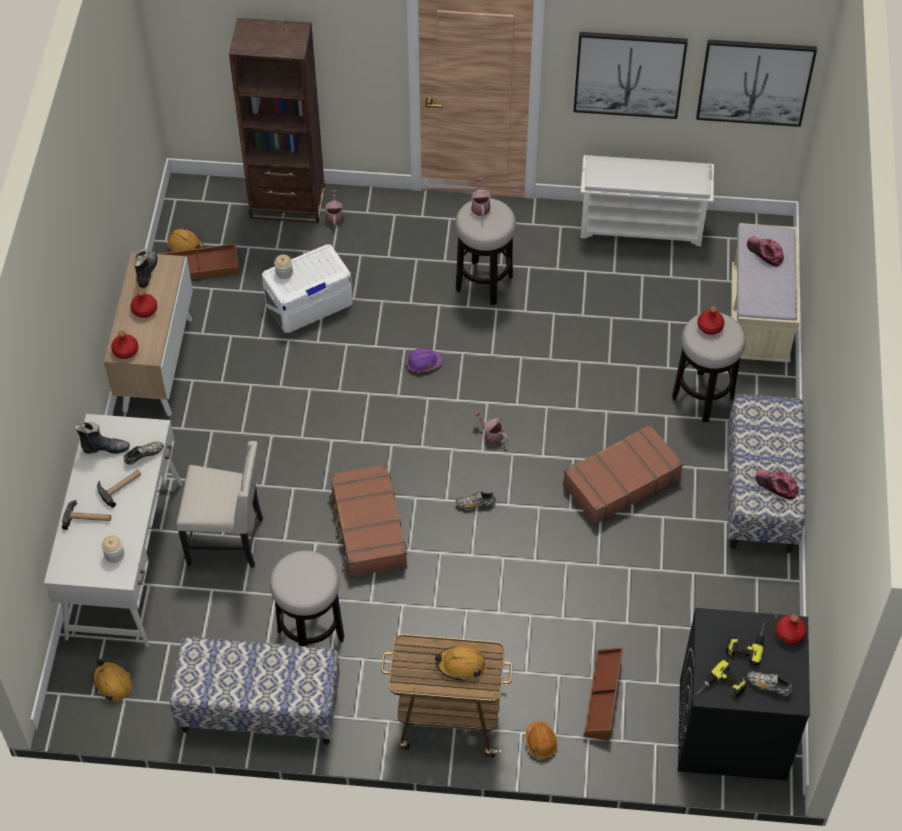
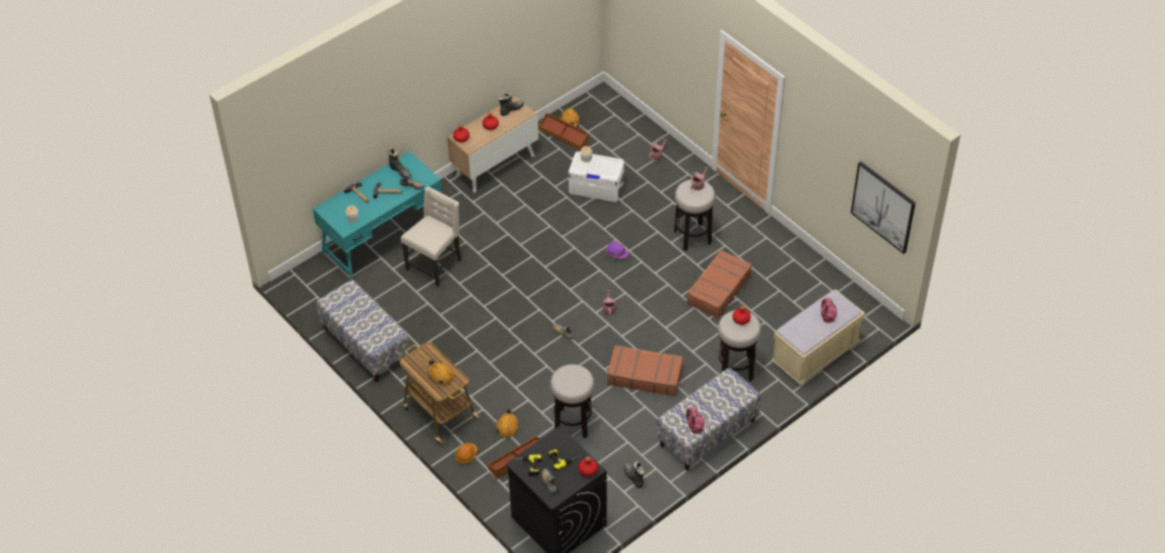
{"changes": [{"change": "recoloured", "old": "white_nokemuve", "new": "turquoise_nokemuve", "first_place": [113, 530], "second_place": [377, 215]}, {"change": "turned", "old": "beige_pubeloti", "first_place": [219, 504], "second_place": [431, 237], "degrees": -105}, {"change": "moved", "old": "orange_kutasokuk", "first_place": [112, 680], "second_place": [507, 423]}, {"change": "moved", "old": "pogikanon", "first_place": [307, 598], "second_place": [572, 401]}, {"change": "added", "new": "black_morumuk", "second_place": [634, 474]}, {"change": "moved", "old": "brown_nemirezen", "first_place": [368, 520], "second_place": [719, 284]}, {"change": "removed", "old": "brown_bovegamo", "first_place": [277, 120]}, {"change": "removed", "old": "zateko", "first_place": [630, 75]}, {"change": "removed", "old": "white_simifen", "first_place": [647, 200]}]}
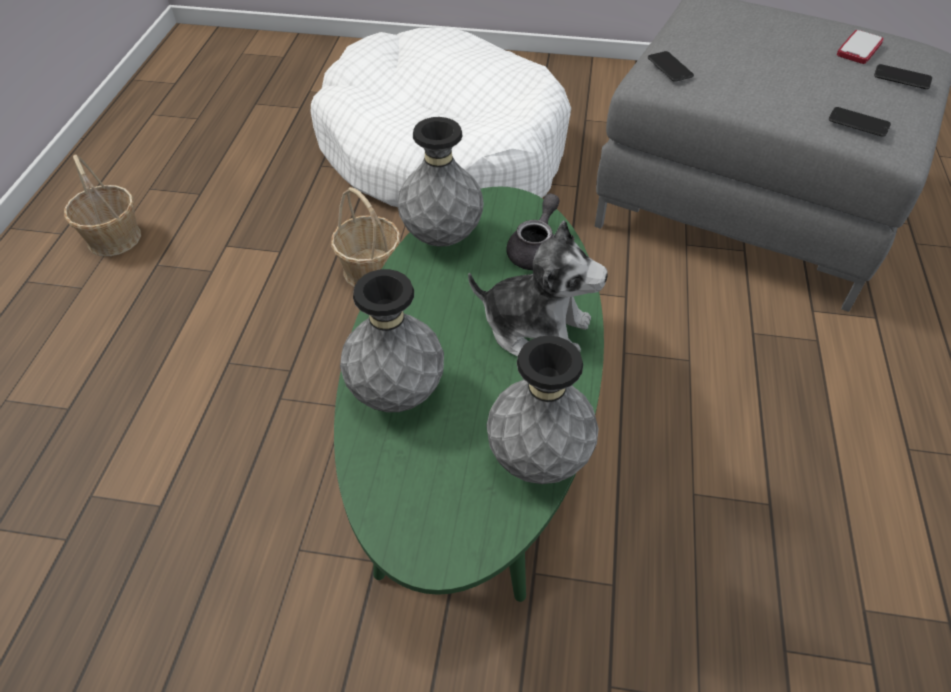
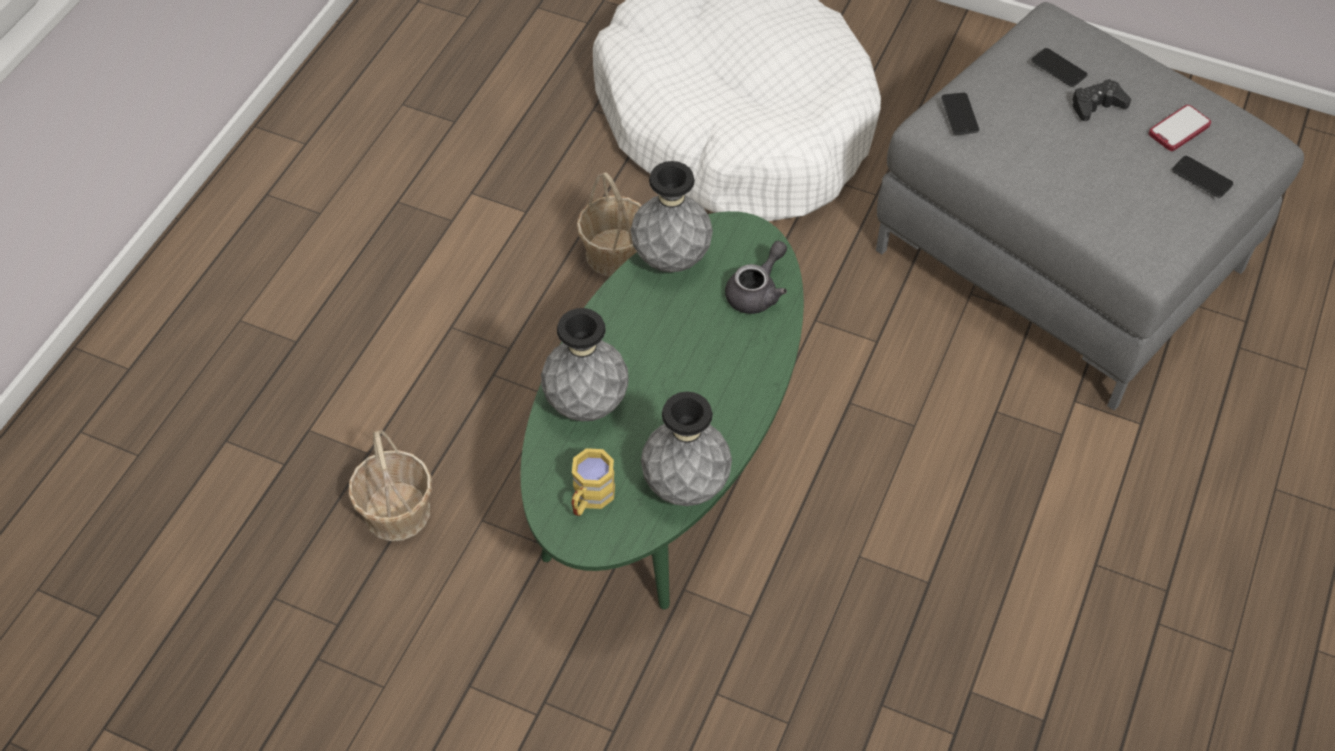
{"changes": [{"change": "moved", "old": "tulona", "first_place": [102, 205], "second_place": [390, 485]}, {"change": "added", "new": "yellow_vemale", "second_place": [593, 482]}, {"change": "moved", "old": "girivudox", "first_place": [860, 122], "second_place": [1059, 67]}, {"change": "added", "new": "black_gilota", "second_place": [1101, 100]}, {"change": "removed", "old": "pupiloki", "first_place": [538, 288]}]}
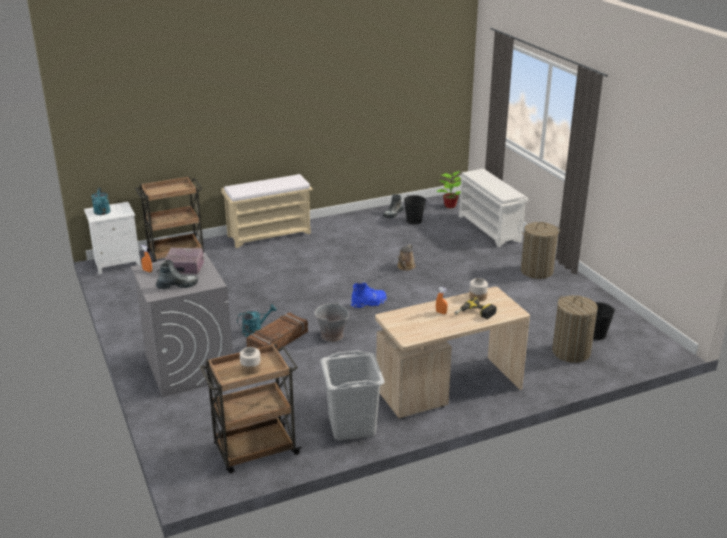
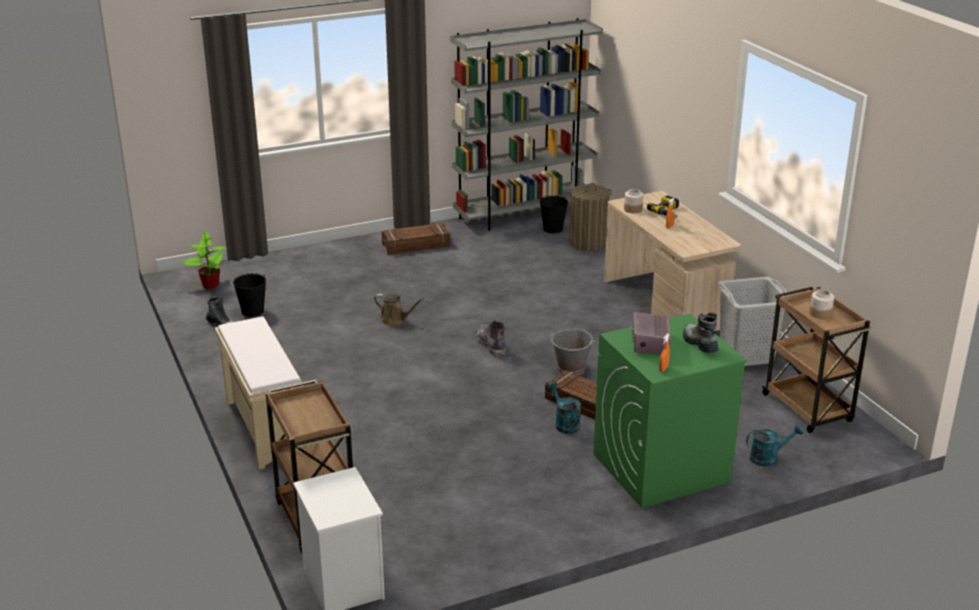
{"changes": [{"change": "replaced", "old": "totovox", "new": "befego", "first_place": [540, 250], "second_place": [416, 239]}, {"change": "added", "new": "grey_bovegamo", "second_place": [526, 124]}, {"change": "recoloured", "old": "blue_morumuk", "new": "grey_morumuk", "first_place": [369, 296], "second_place": [491, 338]}, {"change": "recoloured", "old": "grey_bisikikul", "new": "green_bisikikul", "first_place": [182, 324], "second_place": [670, 411]}, {"change": "moved", "old": "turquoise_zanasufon", "first_place": [101, 201], "second_place": [774, 445]}, {"change": "removed", "old": "white_simifen", "first_place": [493, 208]}]}
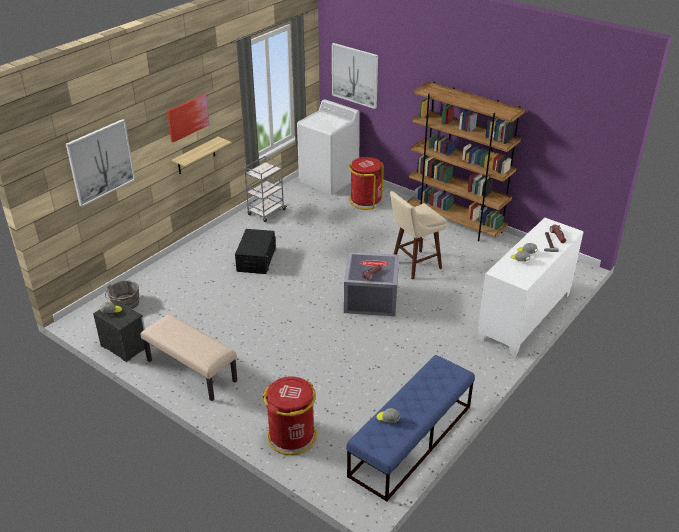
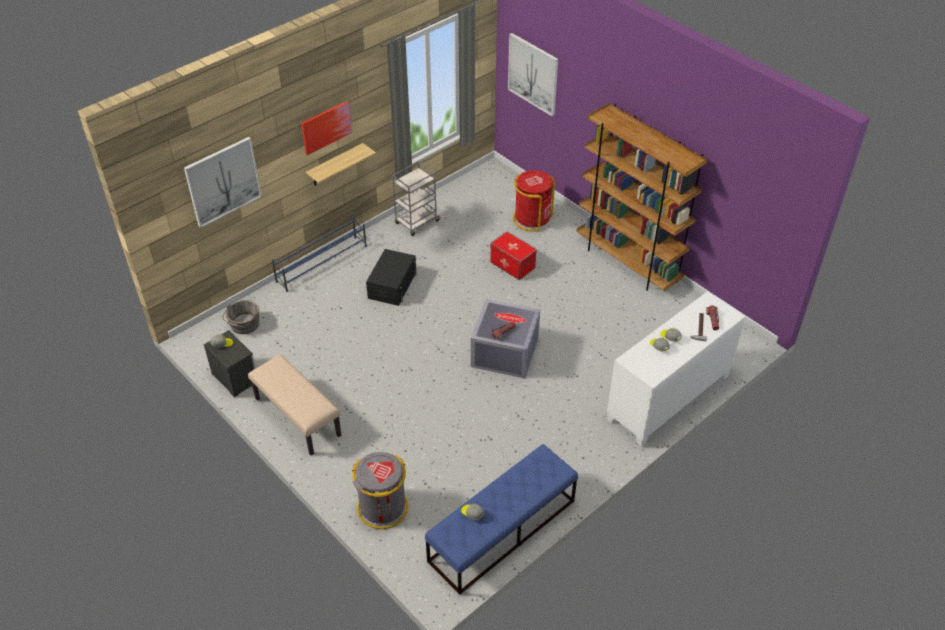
{"changes": [{"change": "added", "new": "blue_simifen", "second_place": [319, 254]}, {"change": "recoloured", "old": "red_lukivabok", "new": "grey_lukivabok", "first_place": [290, 415], "second_place": [380, 490]}, {"change": "added", "new": "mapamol", "second_place": [513, 255]}, {"change": "removed", "old": "white_bisikikul", "first_place": [328, 147]}, {"change": "removed", "old": "beige_pogikanon", "first_place": [418, 235]}]}
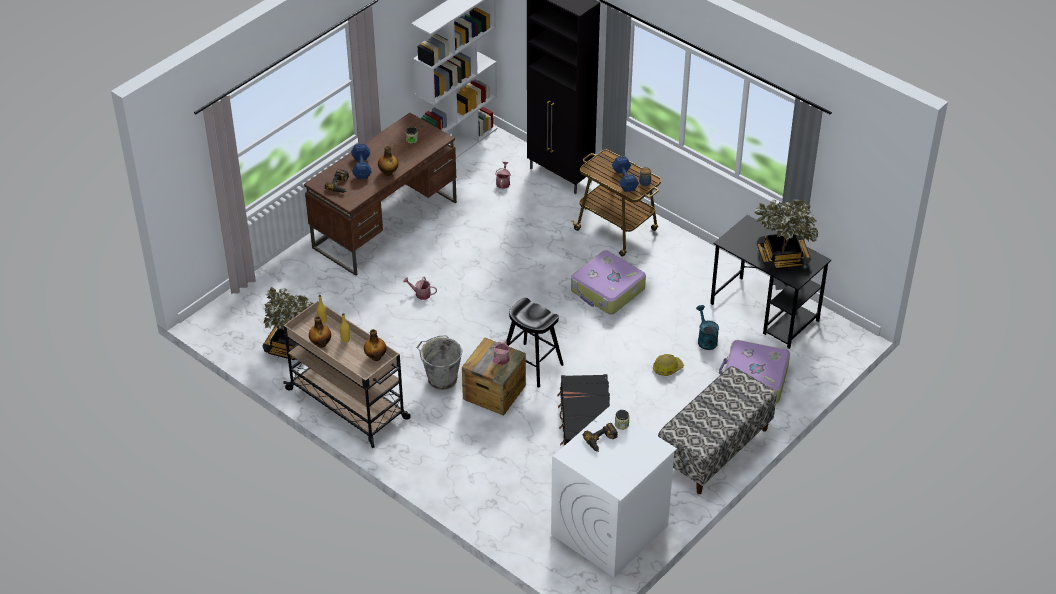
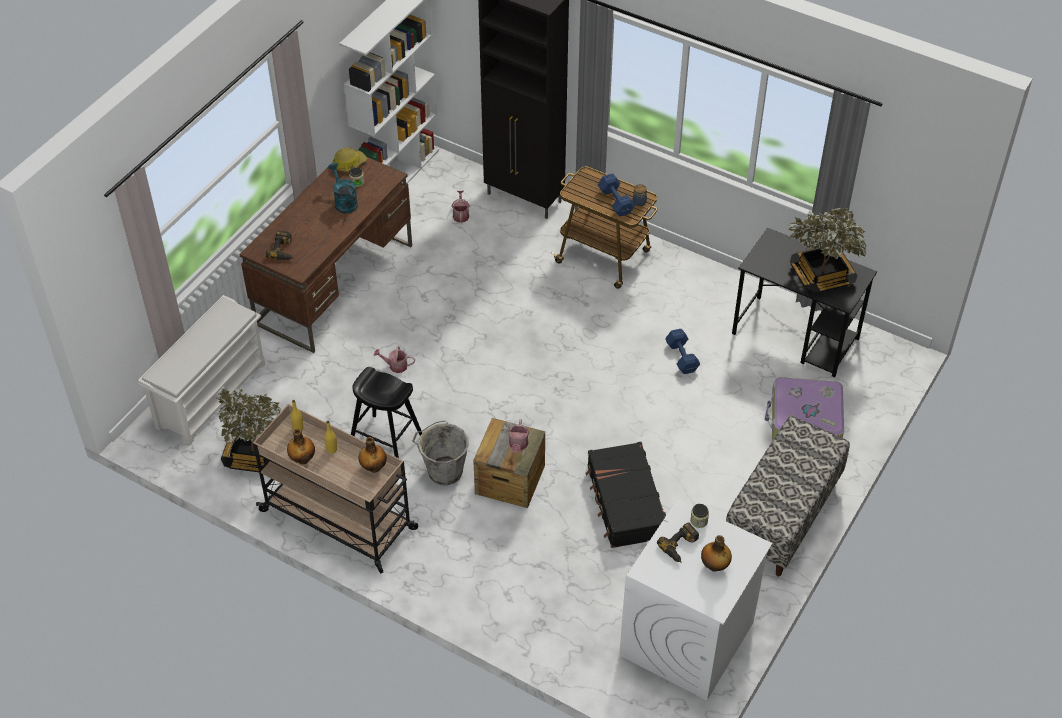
{"changes": [{"change": "added", "new": "white_simifen", "second_place": [201, 370]}, {"change": "moved", "old": "turquoise_zanasufon", "first_place": [707, 327], "second_place": [343, 188]}, {"change": "moved", "old": "kutasokuk", "first_place": [668, 365], "second_place": [349, 160]}, {"change": "moved", "old": "black_pogikanon", "first_place": [535, 342], "second_place": [386, 412]}, {"change": "moved", "old": "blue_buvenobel", "first_place": [361, 161], "second_place": [682, 351]}, {"change": "moved", "old": "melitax", "first_place": [388, 161], "second_place": [716, 553]}, {"change": "removed", "old": "nemirezen", "first_place": [608, 283]}]}
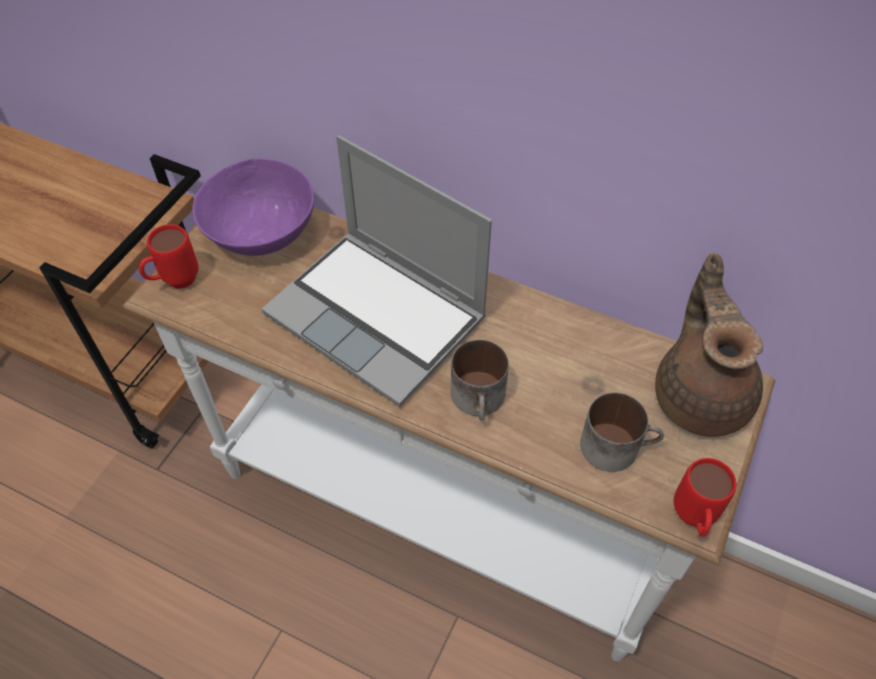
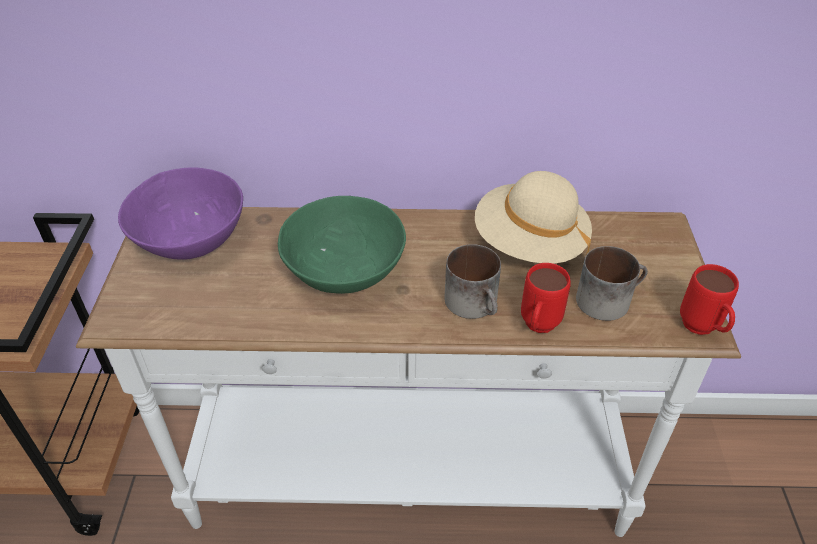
{"changes": [{"change": "replaced", "old": "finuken", "new": "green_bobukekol", "first_place": [377, 271], "second_place": [342, 245]}, {"change": "added", "new": "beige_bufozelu", "second_place": [533, 217]}, {"change": "moved", "old": "red_vemale", "first_place": [168, 256], "second_place": [546, 298]}, {"change": "removed", "old": "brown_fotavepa", "first_place": [709, 345]}]}
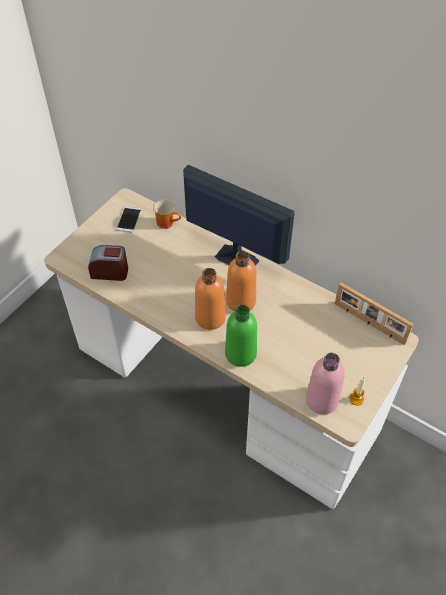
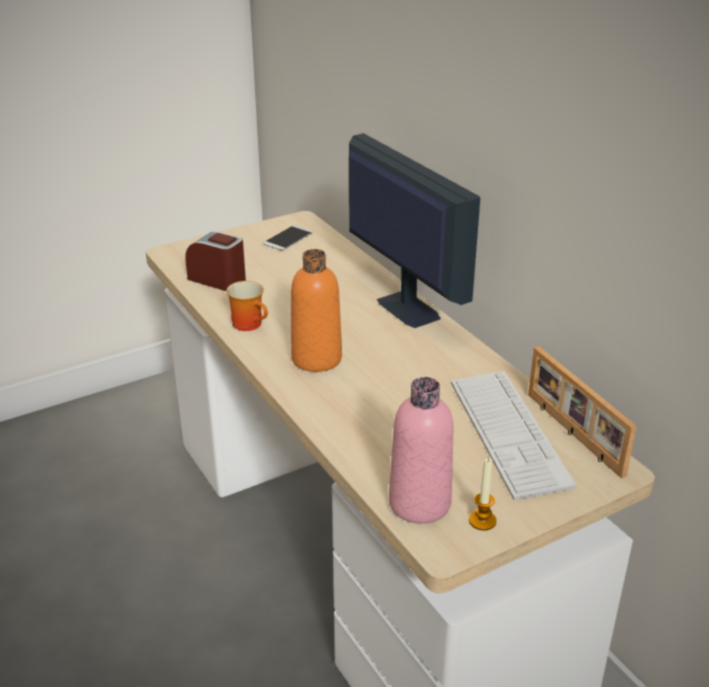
{"changes": [{"change": "moved", "old": "vemale", "first_place": [167, 214], "second_place": [247, 306]}, {"change": "added", "new": "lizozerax", "second_place": [513, 436]}, {"change": "removed", "old": "green_melitax", "first_place": [241, 336]}, {"change": "removed", "old": "orange_melitax", "first_place": [241, 281]}]}
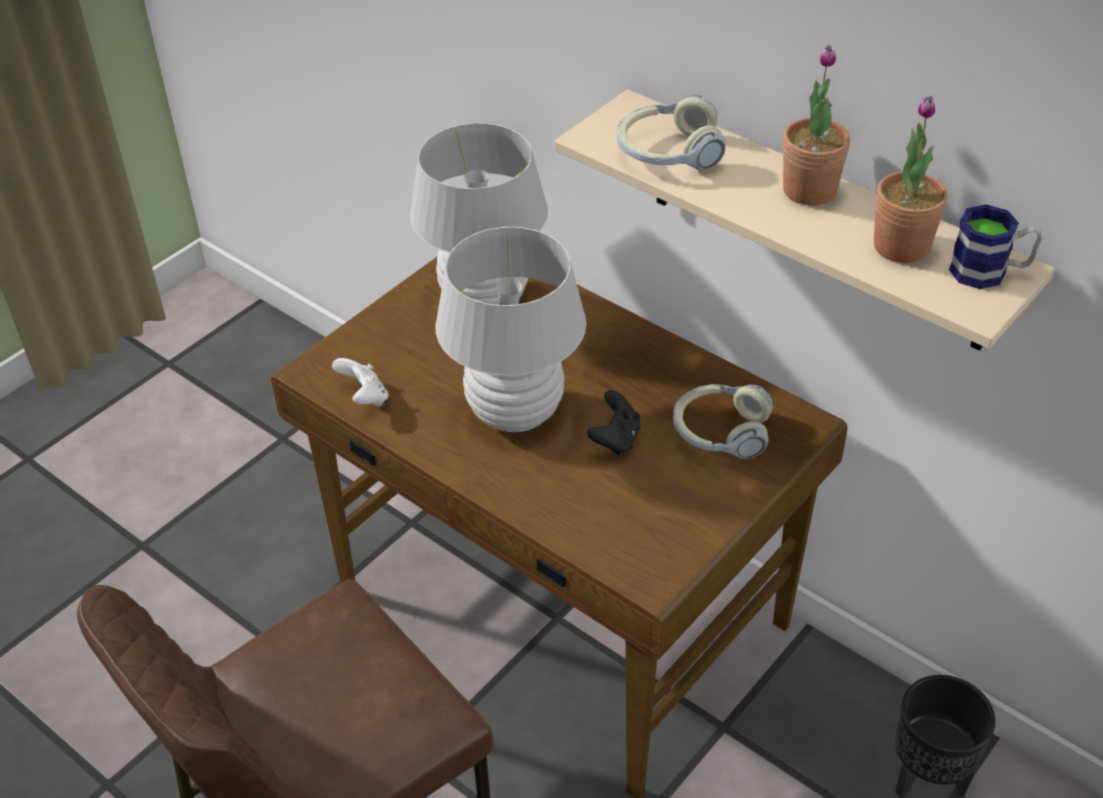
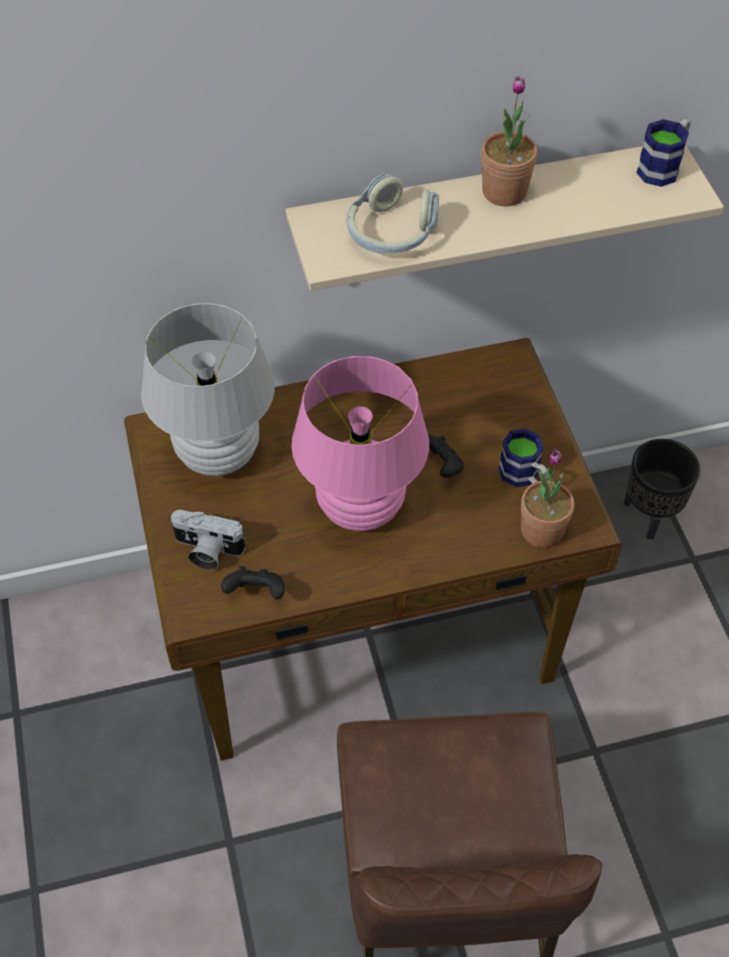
{"changes": [{"change": "added", "new": "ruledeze", "second_place": [207, 540]}, {"change": "recoloured", "old": "white_gilota", "new": "black_gilota", "first_place": [360, 382], "second_place": [253, 583]}, {"change": "recoloured", "old": "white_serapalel", "new": "pink_serapalel", "first_place": [510, 329], "second_place": [360, 443]}, {"change": "added", "new": "vemale", "second_place": [523, 457]}, {"change": "moved", "old": "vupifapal", "first_place": [910, 179], "second_place": [547, 498]}, {"change": "removed", "old": "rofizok", "first_place": [723, 421]}]}
